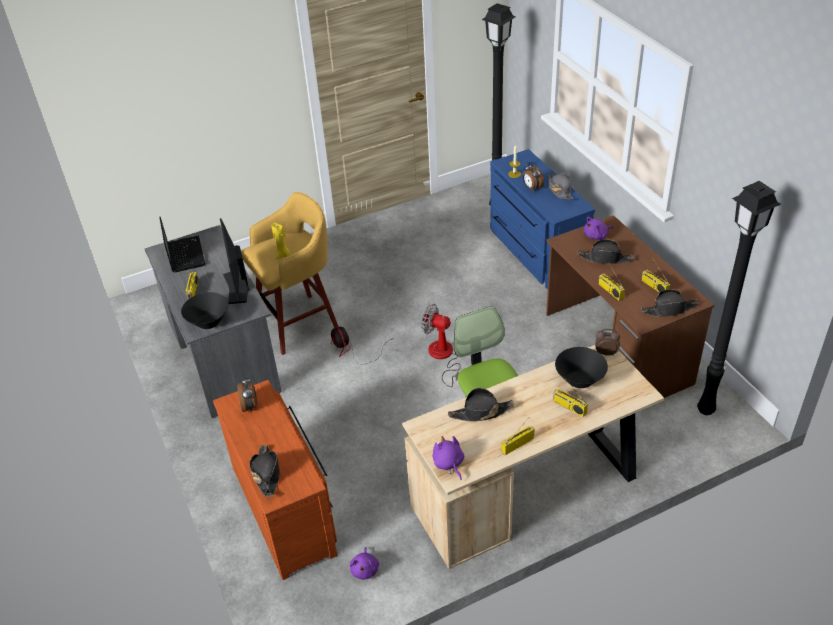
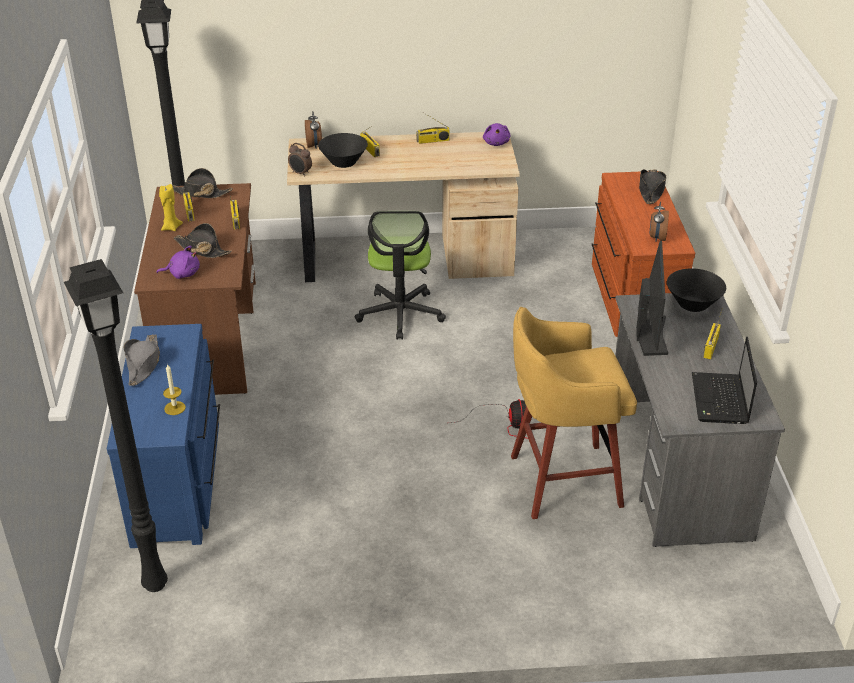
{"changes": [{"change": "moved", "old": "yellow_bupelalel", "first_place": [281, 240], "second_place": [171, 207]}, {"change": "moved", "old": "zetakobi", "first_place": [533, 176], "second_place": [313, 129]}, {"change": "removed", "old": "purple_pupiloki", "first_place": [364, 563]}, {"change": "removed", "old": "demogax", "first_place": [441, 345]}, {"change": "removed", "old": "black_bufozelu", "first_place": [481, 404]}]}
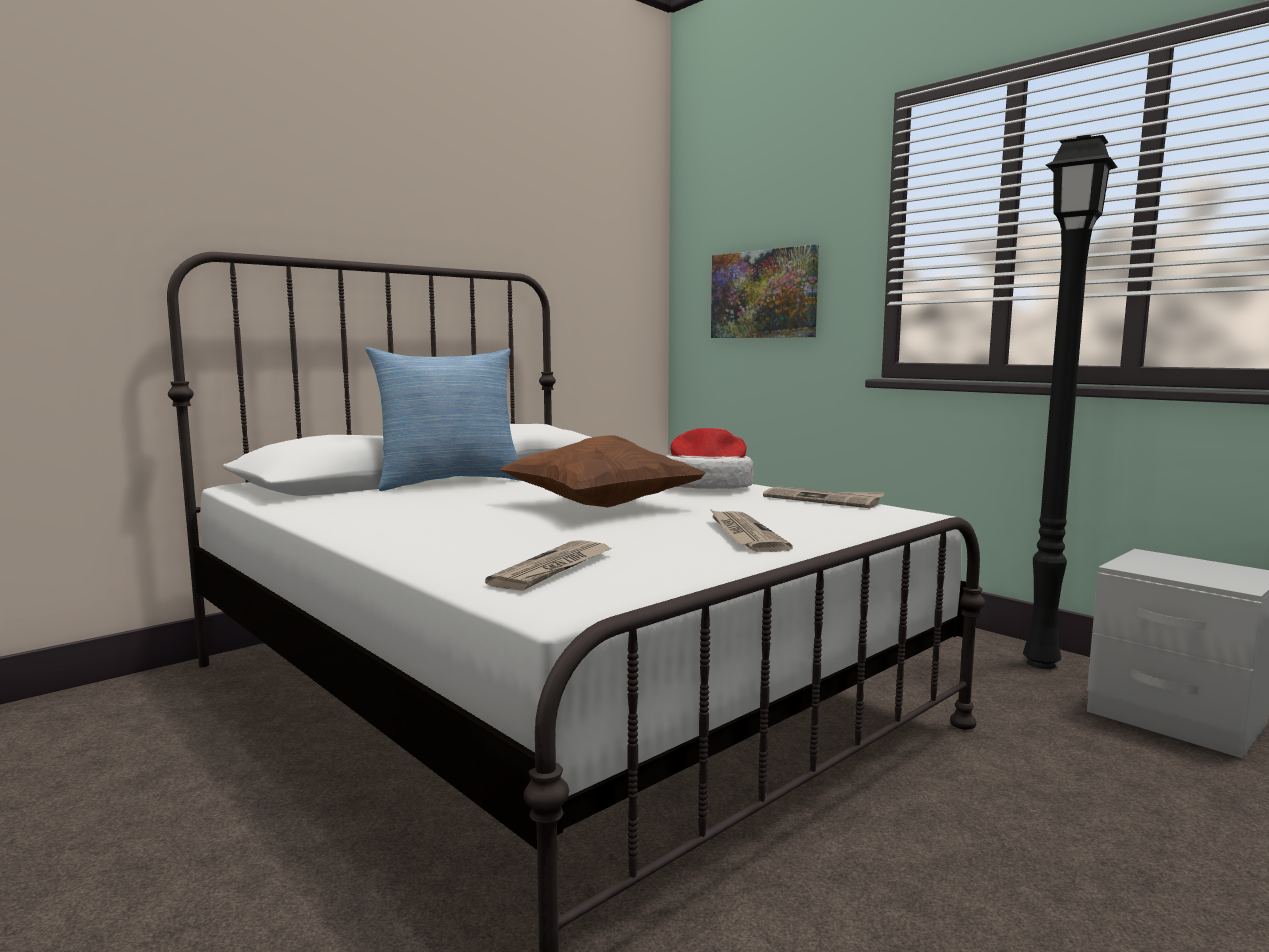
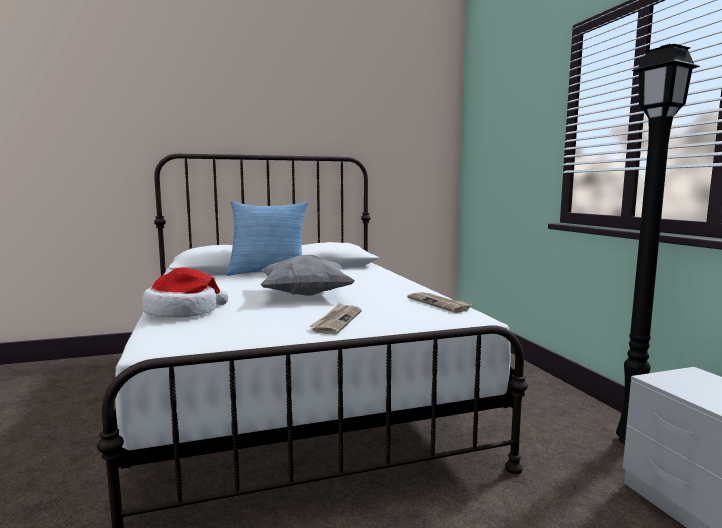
{"changes": [{"change": "moved", "old": "bufozelu", "first_place": [709, 458], "second_place": [185, 293]}, {"change": "recoloured", "old": "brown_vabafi", "new": "grey_vabafi", "first_place": [603, 471], "second_place": [307, 275]}, {"change": "removed", "old": "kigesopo", "first_place": [548, 565]}, {"change": "removed", "old": "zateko", "first_place": [765, 291]}]}
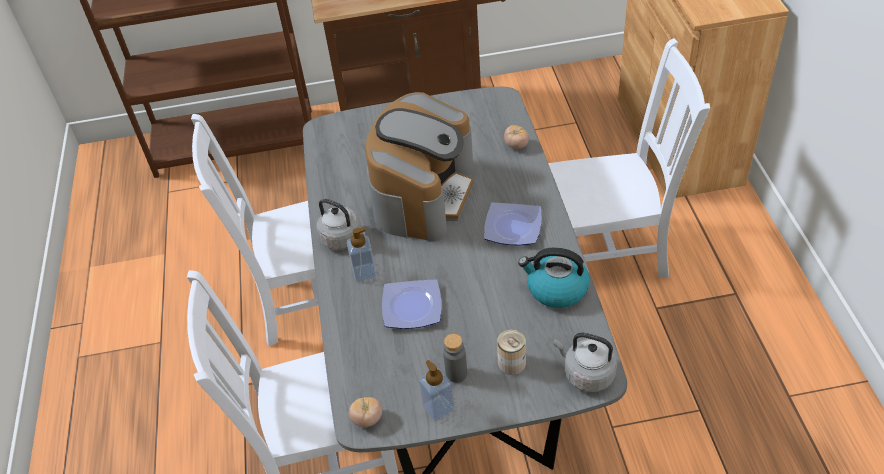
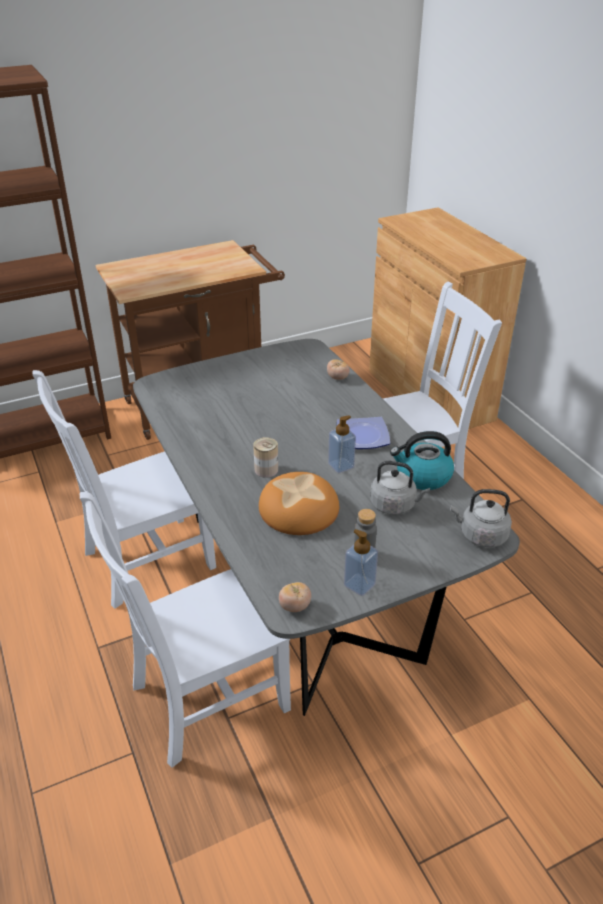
{"changes": [{"change": "moved", "old": "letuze", "first_place": [511, 352], "second_place": [265, 457]}, {"change": "replaced", "old": "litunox", "new": "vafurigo", "first_place": [412, 304], "second_place": [299, 503]}, {"change": "moved", "old": "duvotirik", "first_place": [362, 255], "second_place": [342, 444]}, {"change": "moved", "old": "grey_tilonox", "first_place": [341, 224], "second_place": [400, 488]}, {"change": "removed", "old": "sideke", "first_place": [419, 167]}]}
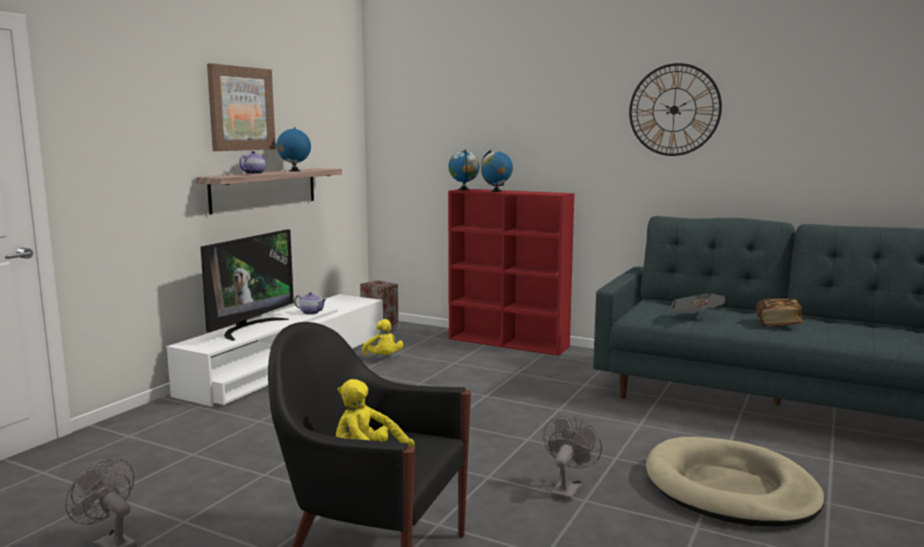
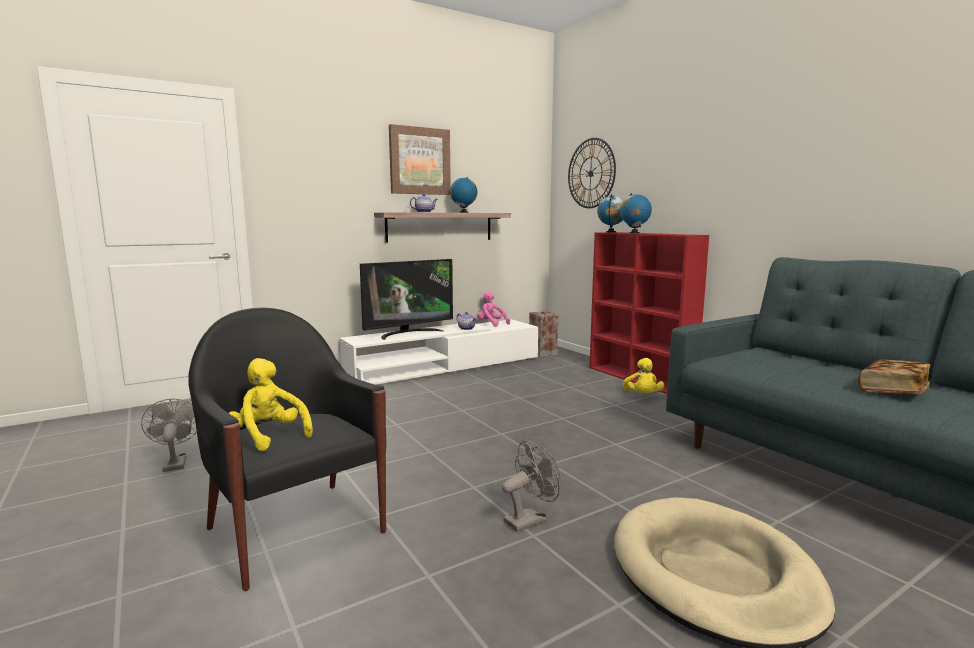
{"changes": [{"change": "added", "new": "pink_pupiloki", "second_place": [494, 309]}, {"change": "moved", "old": "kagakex", "first_place": [675, 109], "second_place": [592, 173]}, {"change": "moved", "old": "yellow_pupiloki", "first_place": [383, 337], "second_place": [643, 375]}, {"change": "removed", "old": "kigesopo", "first_place": [698, 302]}]}
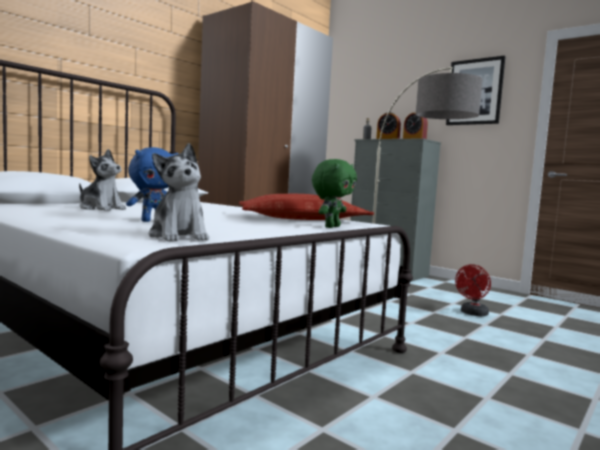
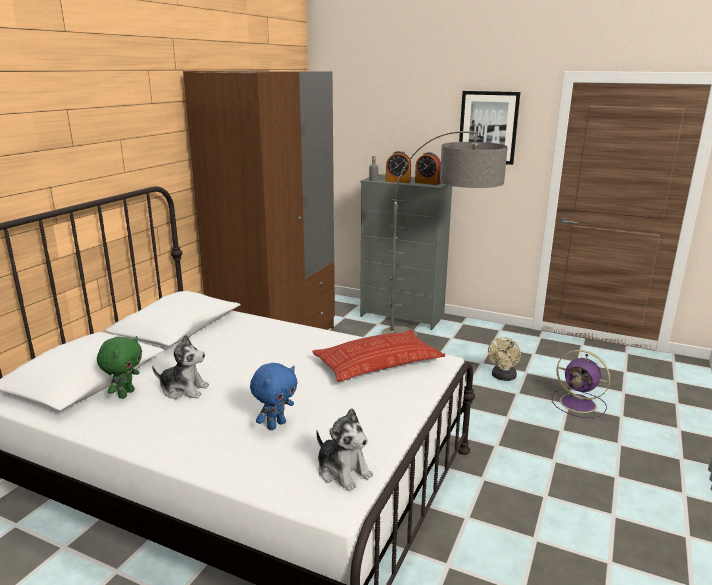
{"changes": [{"change": "moved", "old": "green_pupiloki", "first_place": [334, 193], "second_place": [119, 367]}, {"change": "recoloured", "old": "red_demogax", "new": "beige_demogax", "first_place": [473, 290], "second_place": [504, 359]}, {"change": "added", "new": "purple_demogax", "second_place": [581, 384]}]}
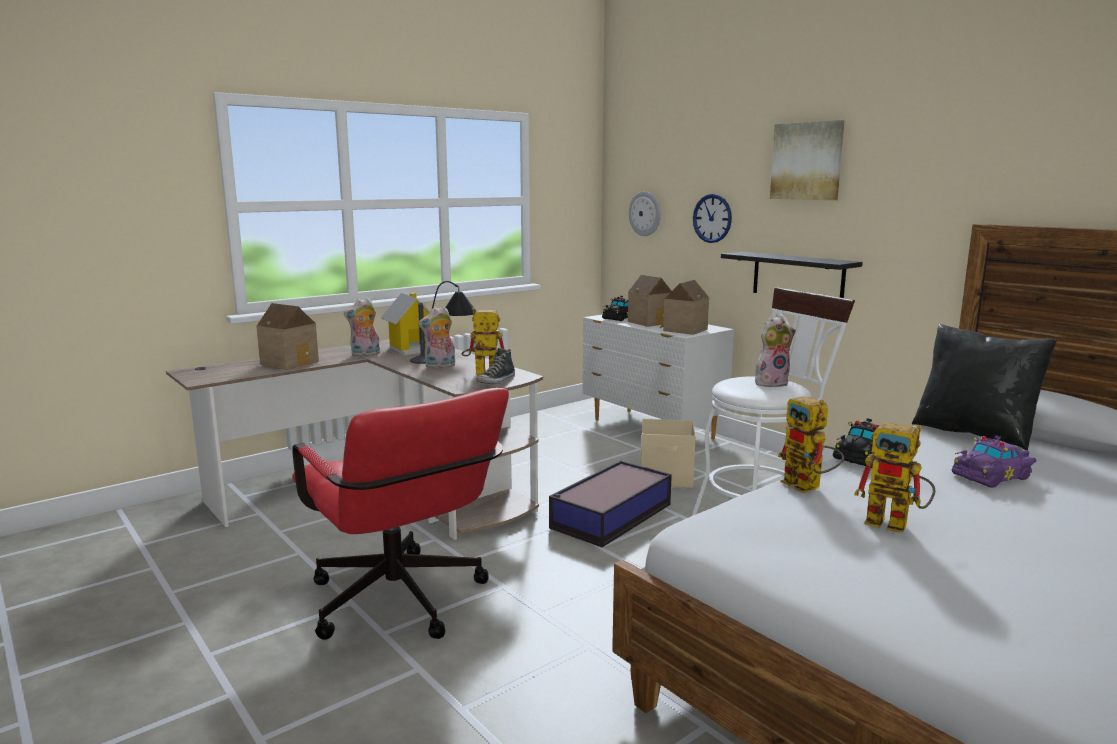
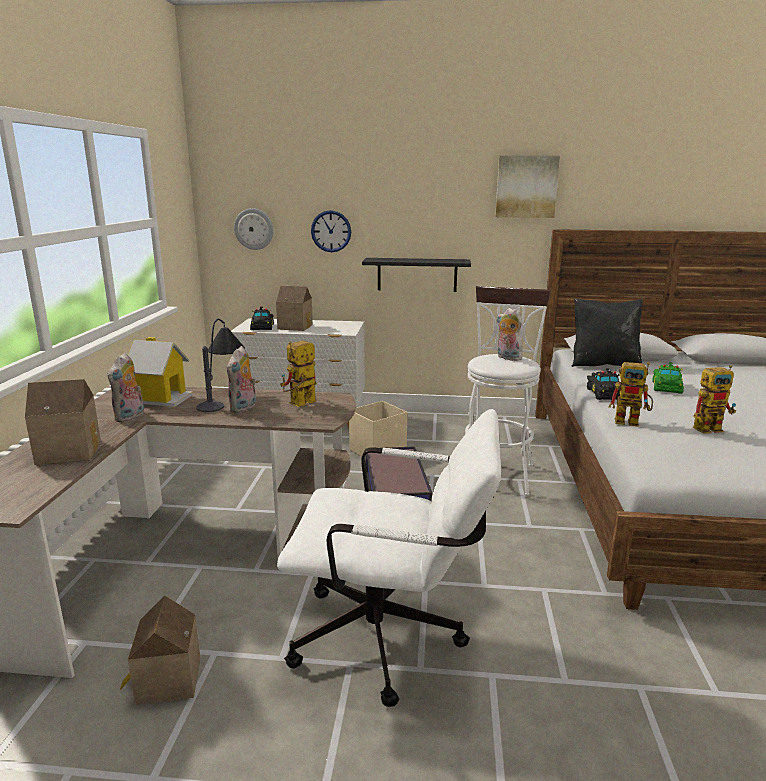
{"changes": [{"change": "moved", "old": "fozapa", "first_place": [684, 307], "second_place": [160, 650]}, {"change": "recoloured", "old": "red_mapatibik", "new": "white_mapatibik", "first_place": [400, 514], "second_place": [389, 558]}, {"change": "moved", "old": "zateko", "first_place": [807, 160], "second_place": [527, 187]}, {"change": "turned", "old": "pupiloki", "first_place": [775, 351], "second_place": [509, 334], "degrees": -75}, {"change": "recoloured", "old": "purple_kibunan", "new": "green_kibunan", "first_place": [994, 461], "second_place": [668, 378]}, {"change": "removed", "old": "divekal", "first_place": [495, 366]}]}
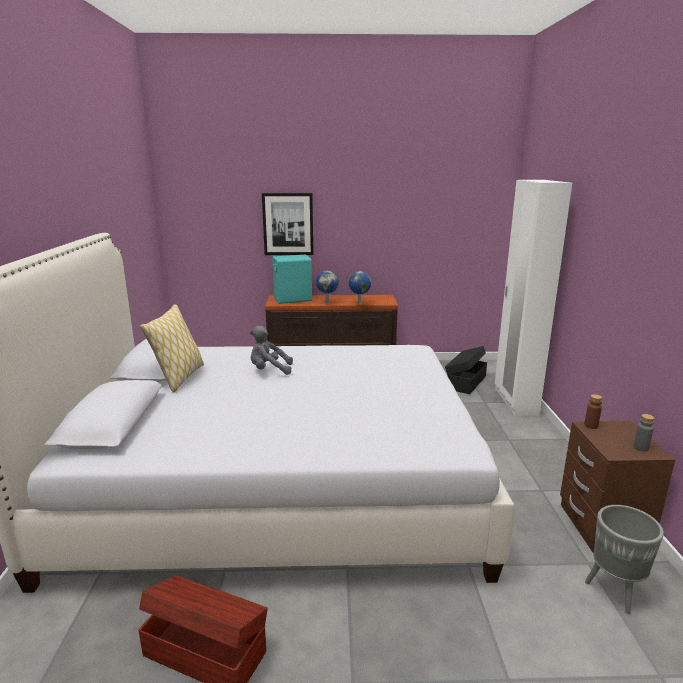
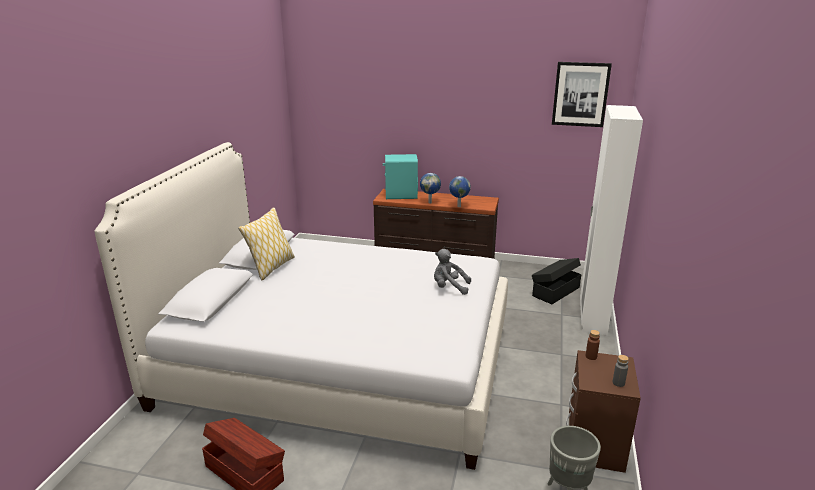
{"changes": [{"change": "moved", "old": "grey_pupiloki", "first_place": [271, 350], "second_place": [452, 272]}, {"change": "moved", "old": "zateko", "first_place": [288, 224], "second_place": [582, 94]}]}
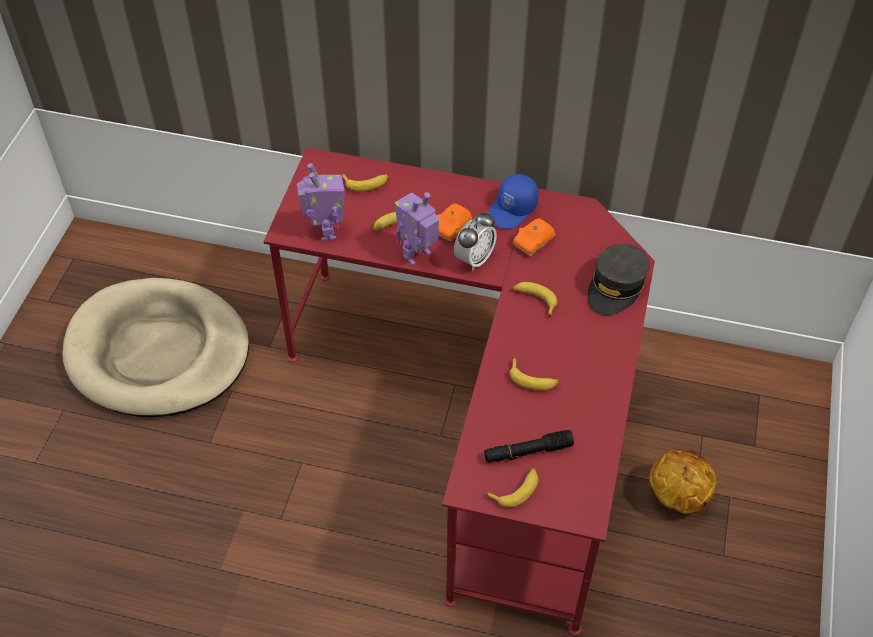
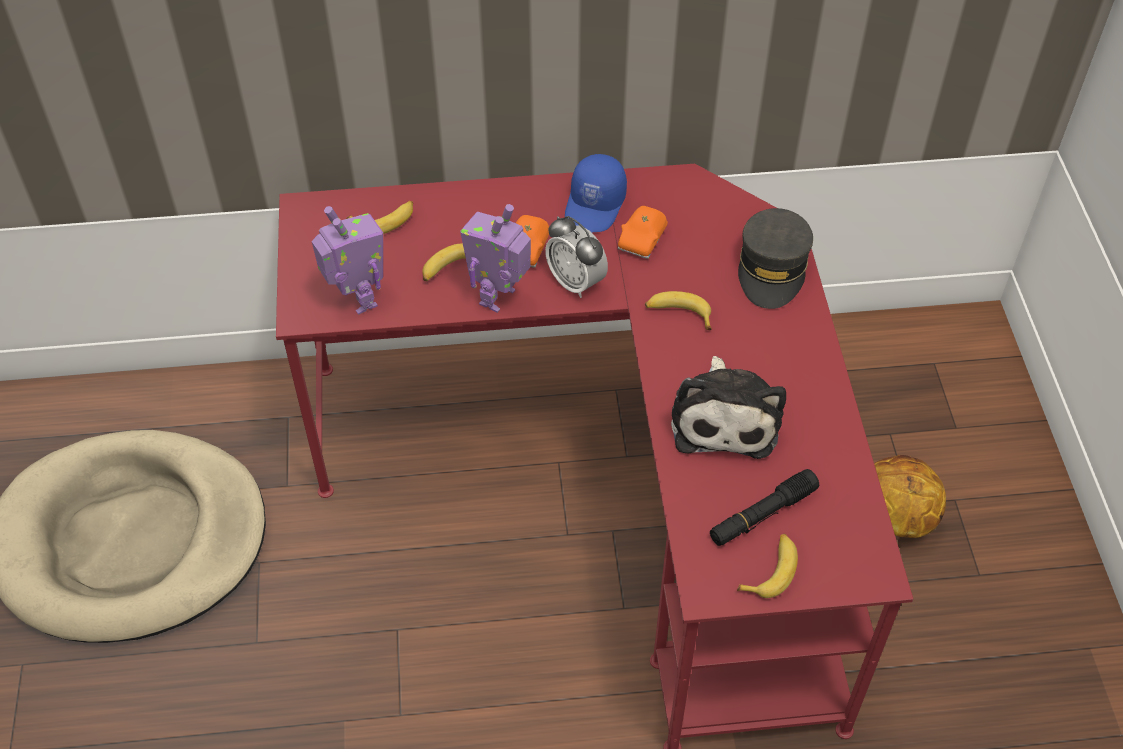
{"changes": [{"change": "turned", "old": "zetakobi", "first_place": [475, 241], "second_place": [576, 257], "degrees": 120}, {"change": "replaced", "old": "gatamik", "new": "pupiloki", "first_place": [534, 374], "second_place": [728, 407]}]}
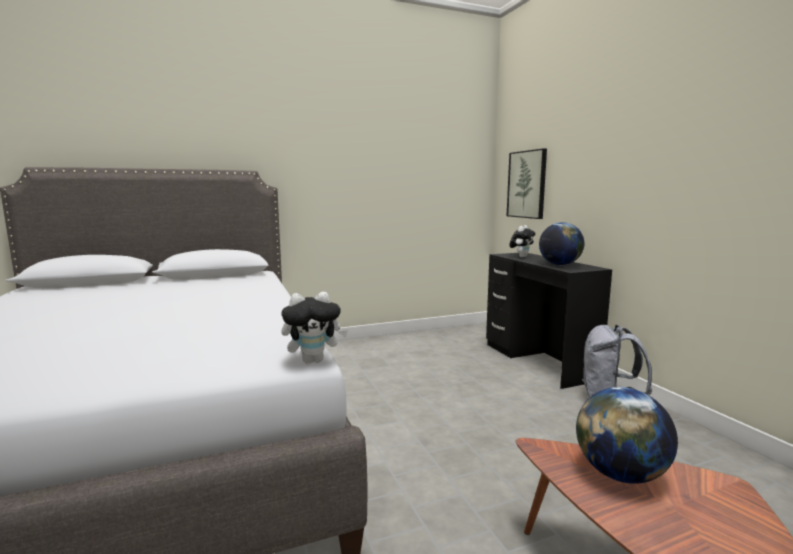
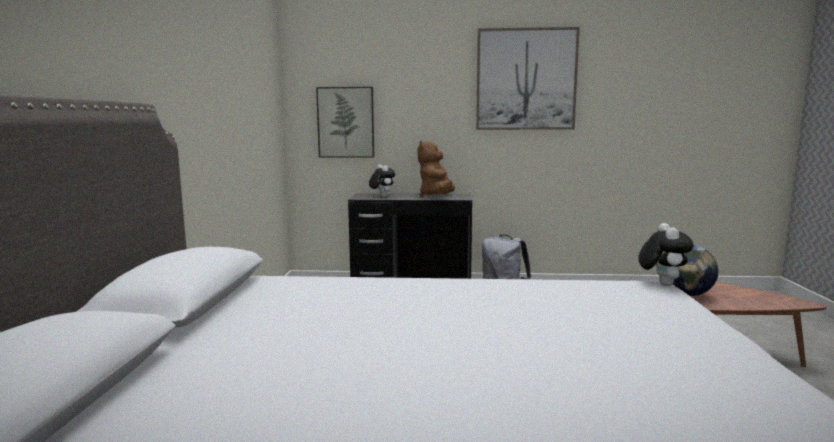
{"changes": [{"change": "replaced", "old": "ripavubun", "new": "brown_pupiloki", "first_place": [561, 243], "second_place": [436, 169]}, {"change": "added", "new": "zateko", "second_place": [528, 78]}]}
